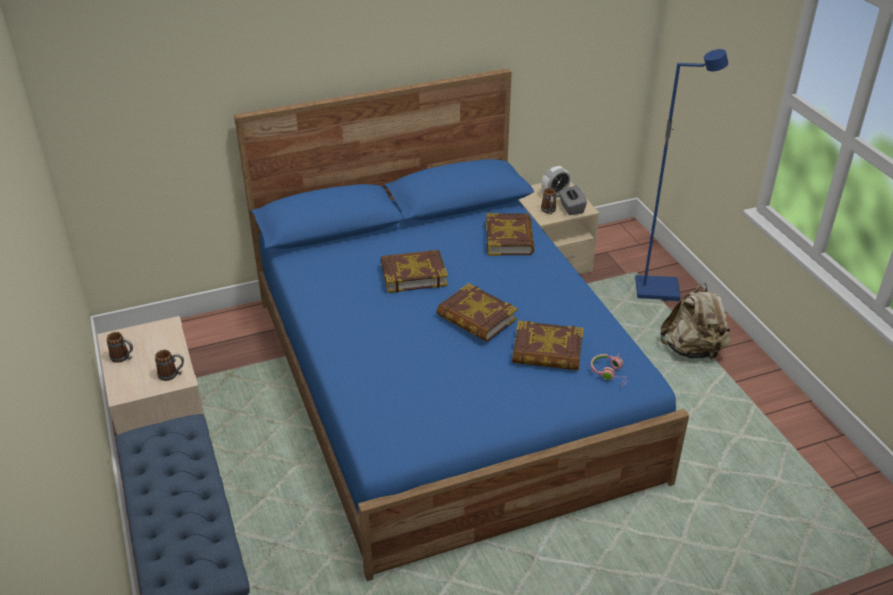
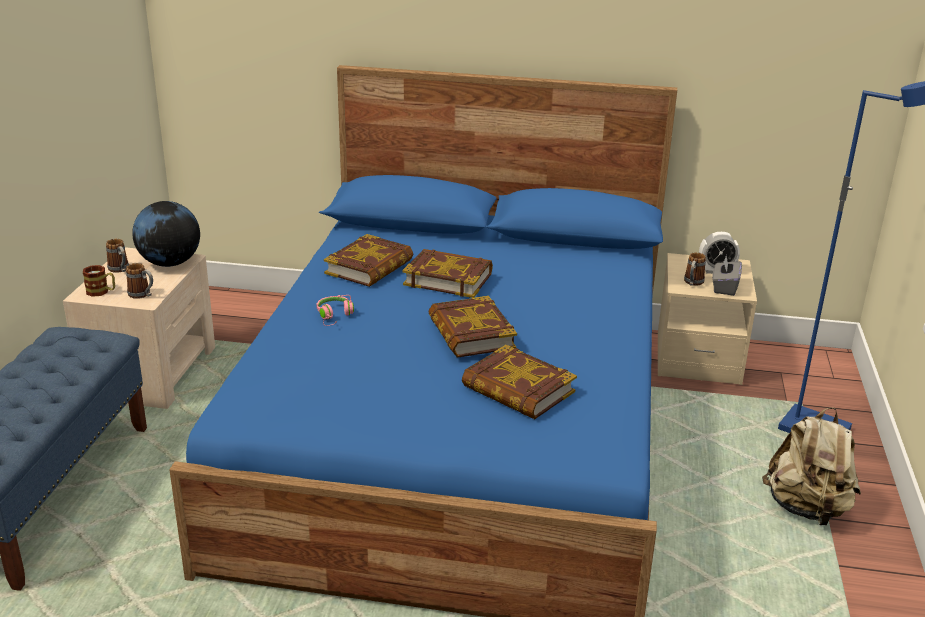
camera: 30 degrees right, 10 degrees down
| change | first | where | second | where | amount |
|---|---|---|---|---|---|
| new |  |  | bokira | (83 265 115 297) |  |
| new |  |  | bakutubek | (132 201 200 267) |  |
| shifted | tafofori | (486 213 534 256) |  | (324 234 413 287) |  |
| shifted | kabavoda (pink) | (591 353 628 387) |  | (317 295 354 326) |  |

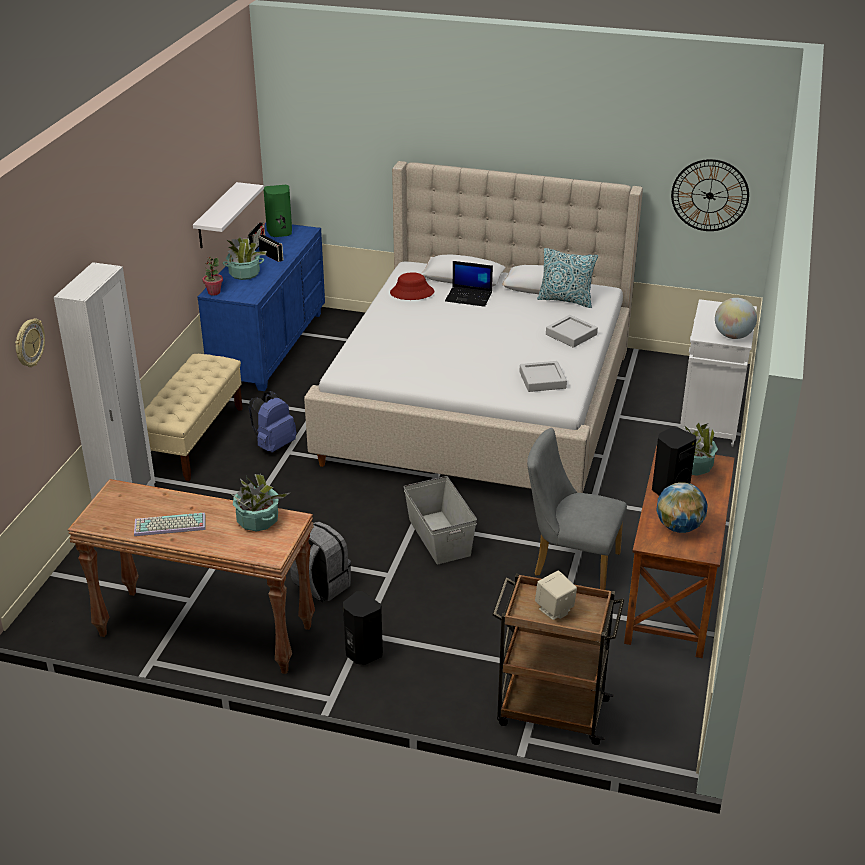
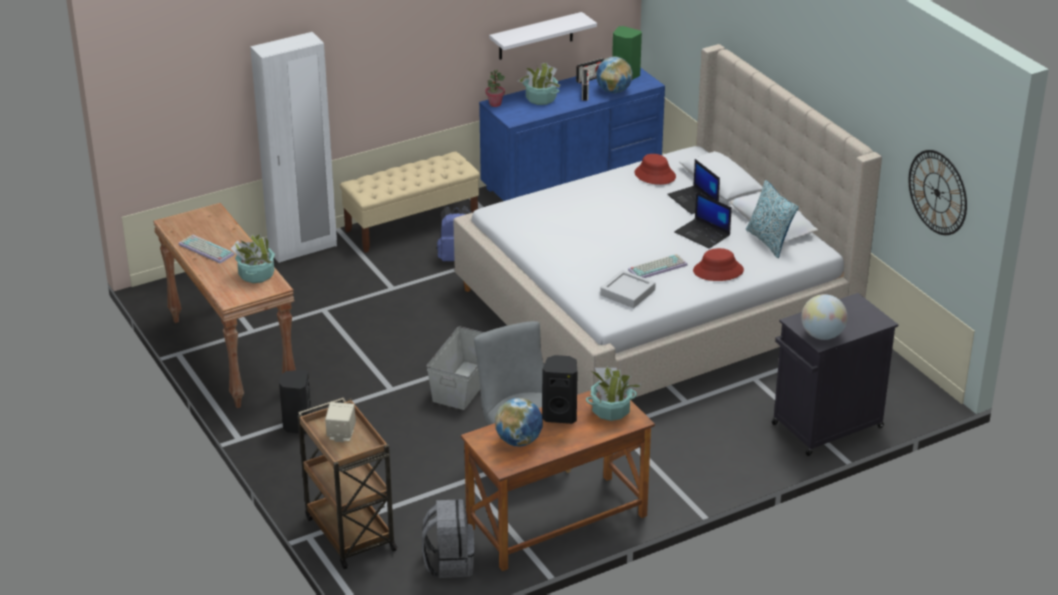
camera: 45 degrees right, 0 degrees up
| change | first | where | second | where | amount |
|---|---|---|---|---|---|
| gone | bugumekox | (15 318 45 367) |  |  |  |
| new |  |  | bakutubek | (596 56 633 93) |  |
| new |  |  | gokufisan | (628 254 688 278) |  |
| new |  |  | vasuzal | (674 192 732 248) |  |
| shifted | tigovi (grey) | (290 522 351 602) |  | (422 499 475 578) |  |
| swapped | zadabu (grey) | (546 315 598 348) | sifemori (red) | (693 248 744 281) |  |
| repainted | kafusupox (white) | (680 299 757 447) | kafusupox (black) | (772 293 898 456) |  |

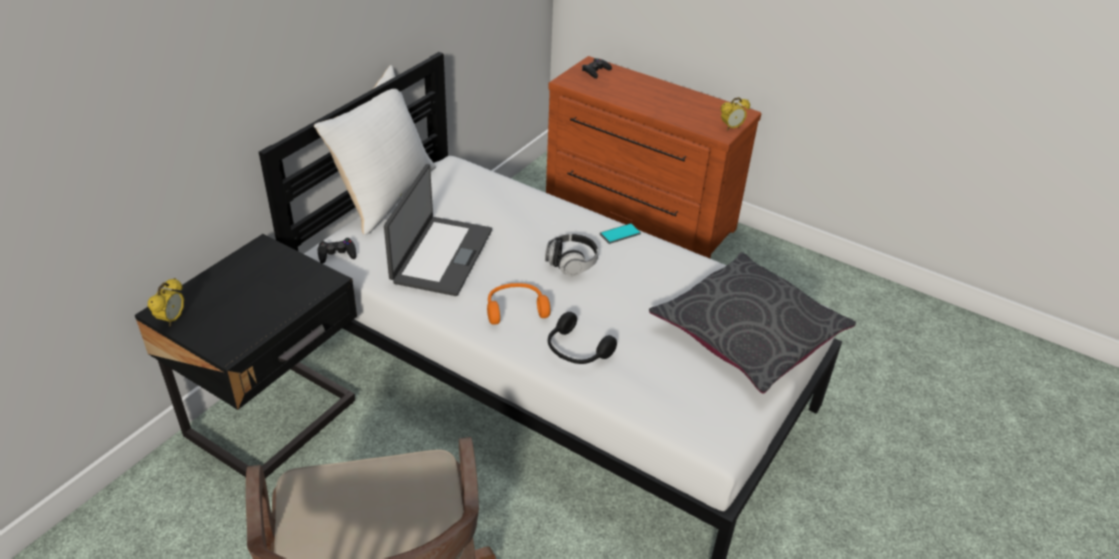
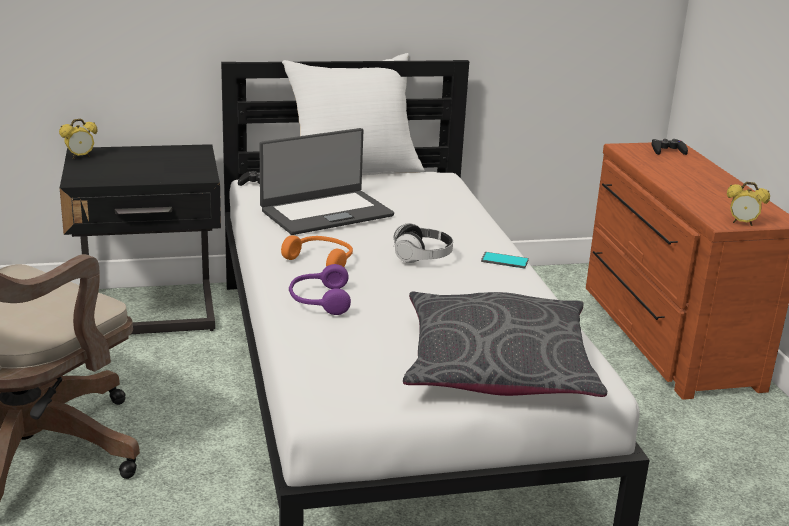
camera: 45 degrees right, 15 degrees down
| change | first | where | second | where | amount |
|---|---|---|---|---|---|
| repainted | kabavoda (black) | (548 312 617 364) | kabavoda (purple) | (289 264 351 315) |  |

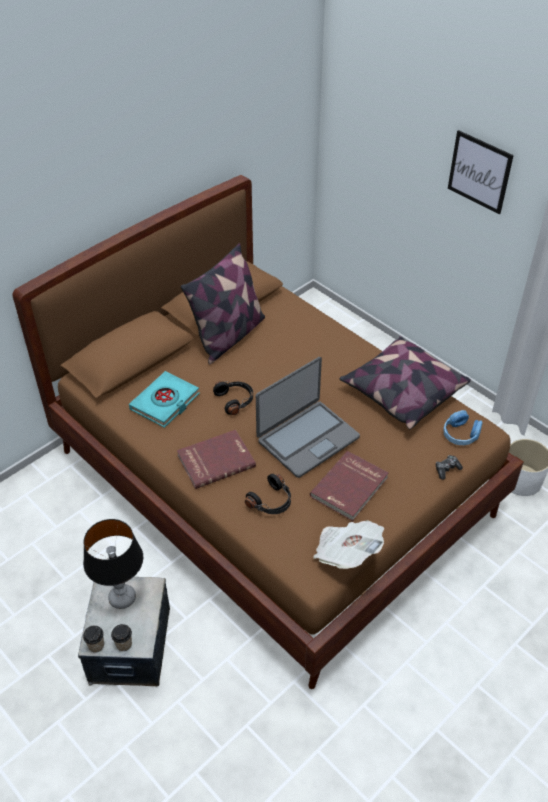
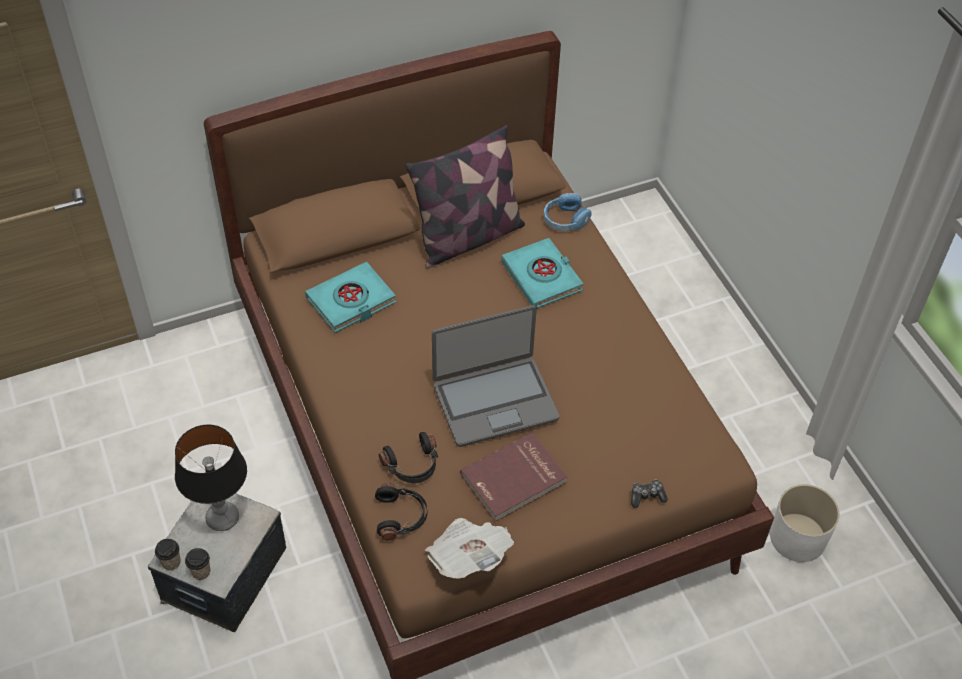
camera: 20 degrees right, 5 degrees up
| change | first | where | second | where | amount |
|---|---|---|---|---|---|
| gone | tafofori (red) | (177 430 256 489) |  |  |  |
| gone | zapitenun | (340 336 471 429) |  |  |  |
| gone | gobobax | (448 130 514 214) |  |  |  |
| new |  |  | tafofori (turquoise) | (501 238 583 308) |  |
| shifted | kabavoda (black) | (213 381 253 415) |  | (375 483 428 541) |  |
| shifted | kabavoda (blue) | (443 410 483 445) |  | (544 193 592 231) |  |

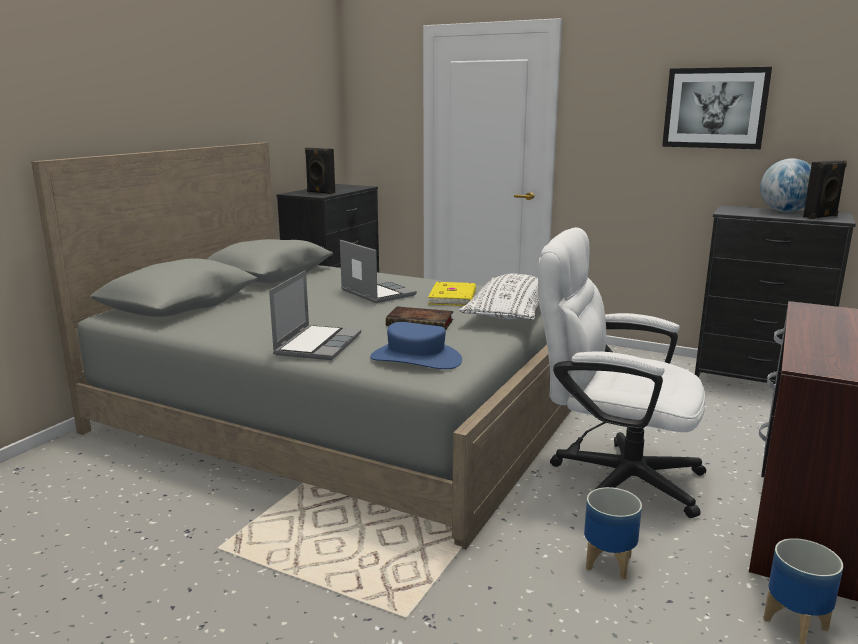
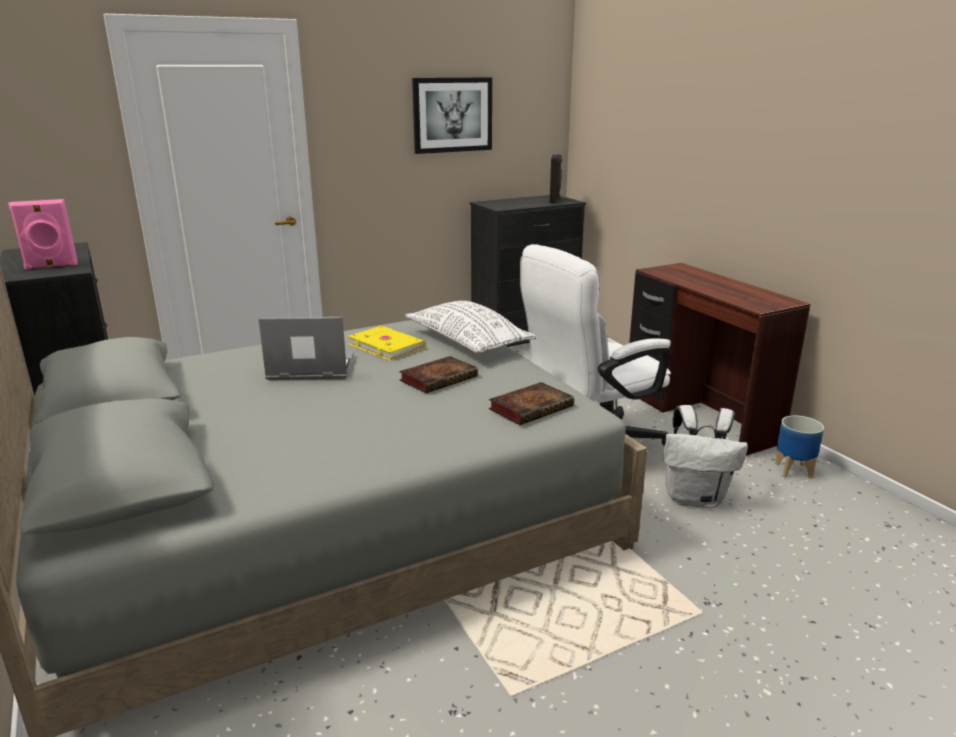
camera: 55 degrees left, 5 degrees up
| change | first | where | second | where | amount |
|---|---|---|---|---|---|
| gone | vasuzal | (269 270 361 360) |  |  |  |
| gone | bakutubek | (760 158 811 212) |  |  |  |
| swapped | sifemori (blue) | (370 322 462 369) | tafofori | (489 382 574 425) |  |
| swapped | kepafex | (584 487 642 579) | tigovi (white) | (663 405 748 508) |  |
| repainted | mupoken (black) | (305 148 335 194) | mupoken (pink) | (8 199 78 270) |  |

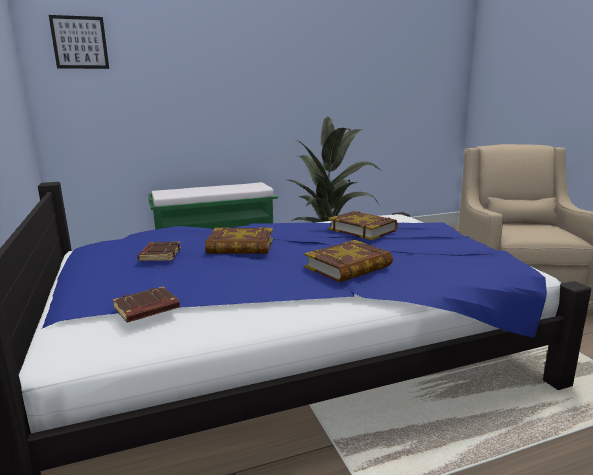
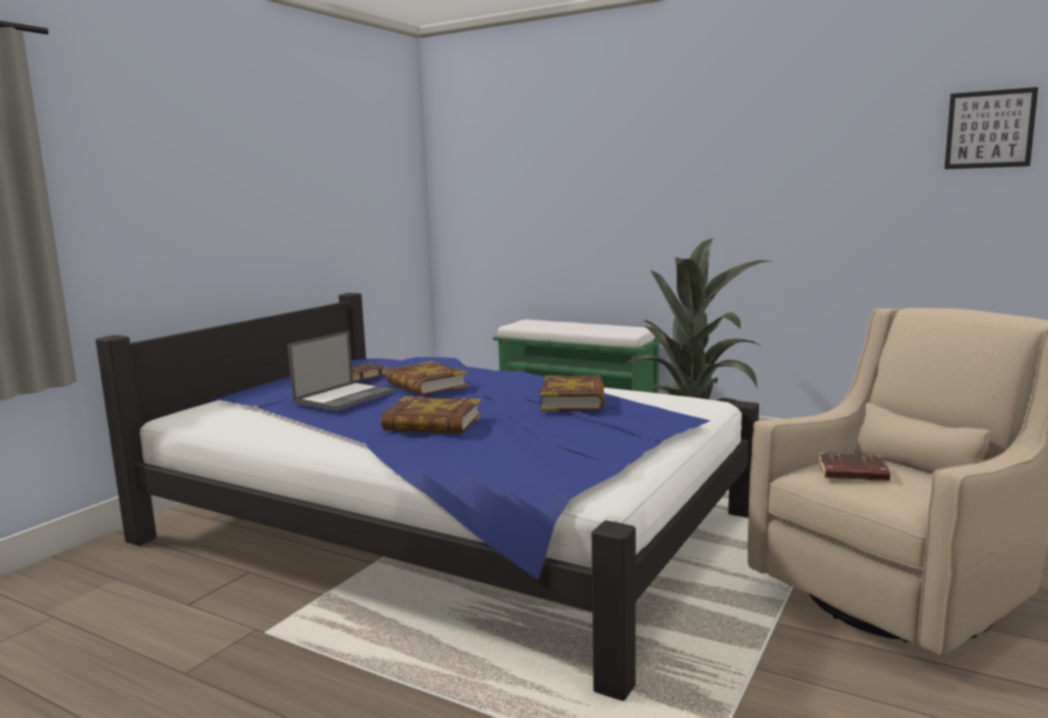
camera: 50 degrees right, 5 degrees down
| change | first | where | second | where | amount |
|---|---|---|---|---|---|
| new |  |  | vasuzal | (288 331 395 411) |  |
| shifted | gobobax | (49 15 109 69) |  | (945 87 1038 169) |  |
| shifted | tafofori (brown) | (113 287 180 322) |  | (818 452 890 481) |  |

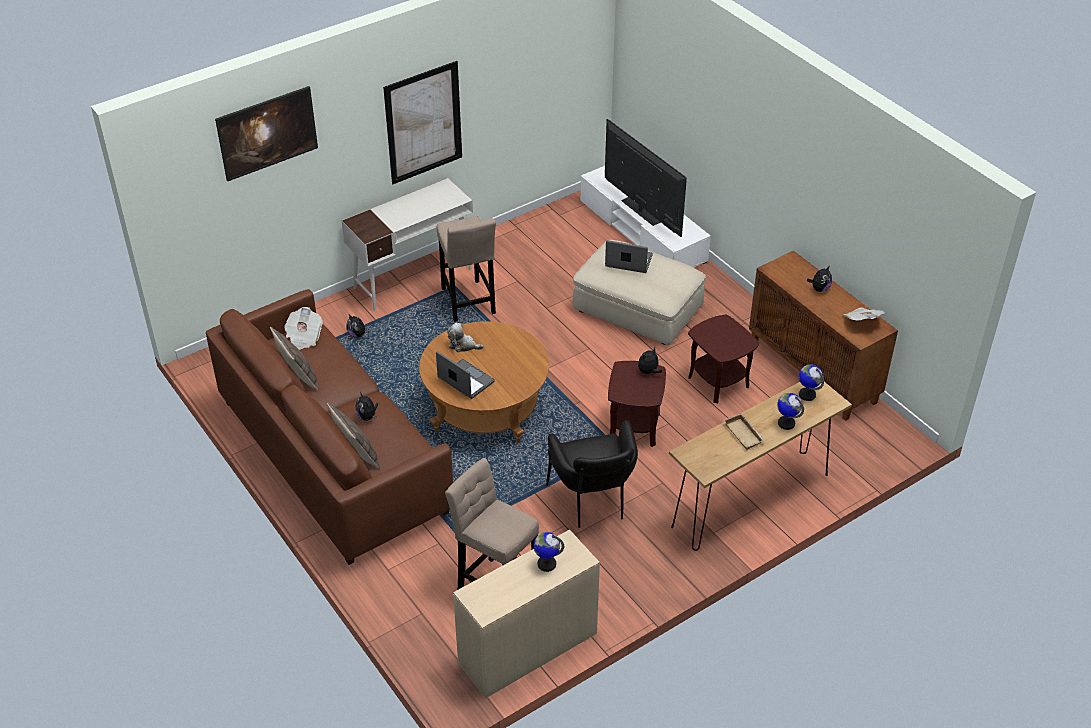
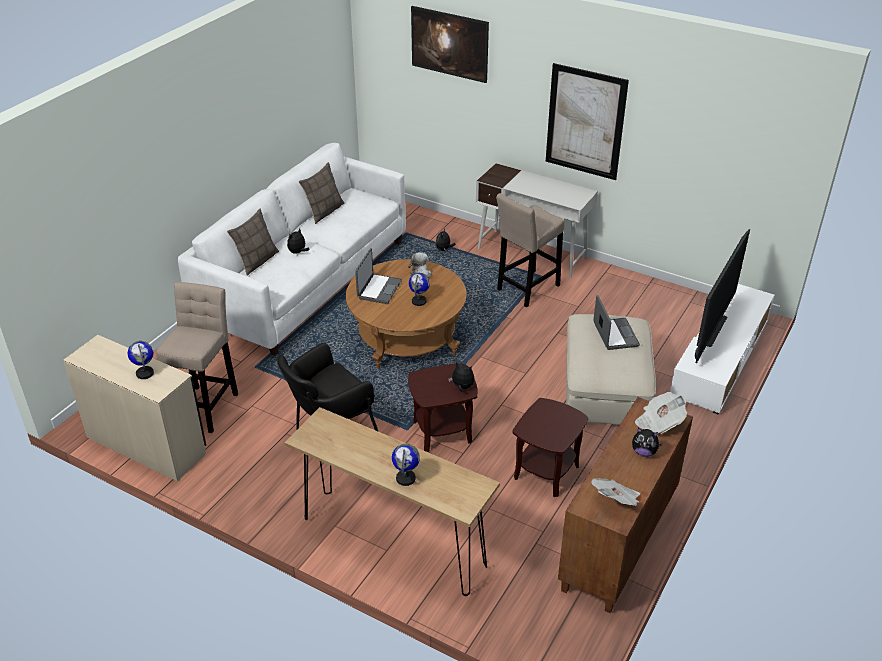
camera: 65 degrees right, 5 degrees down
| change | first | where | second | where | amount |
|---|---|---|---|---|---|
| gone | zadabu (beige) | (724 413 765 450) |  |  |  |
| shifted | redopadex | (284 307 323 350) |  | (635 392 687 434) |  |
| shifted | bakutubek | (799 364 824 401) |  | (409 273 430 306) |  |
| repainted | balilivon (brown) | (206 289 454 565) | balilivon (white) | (178 143 406 356) |  |

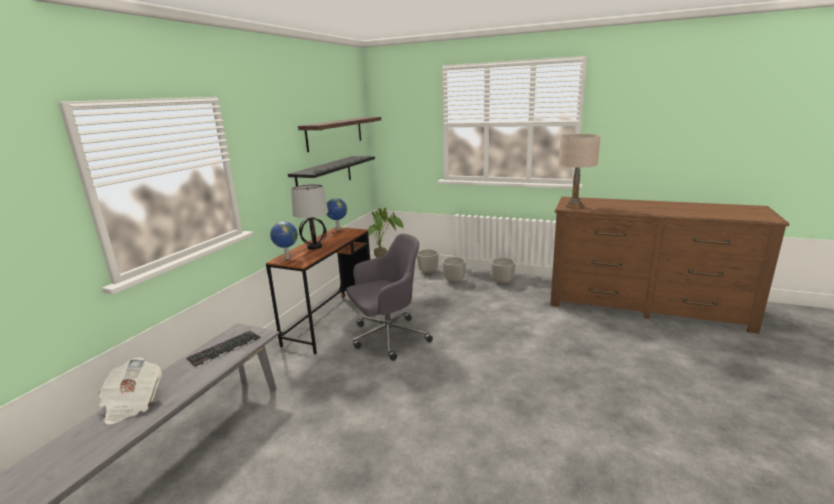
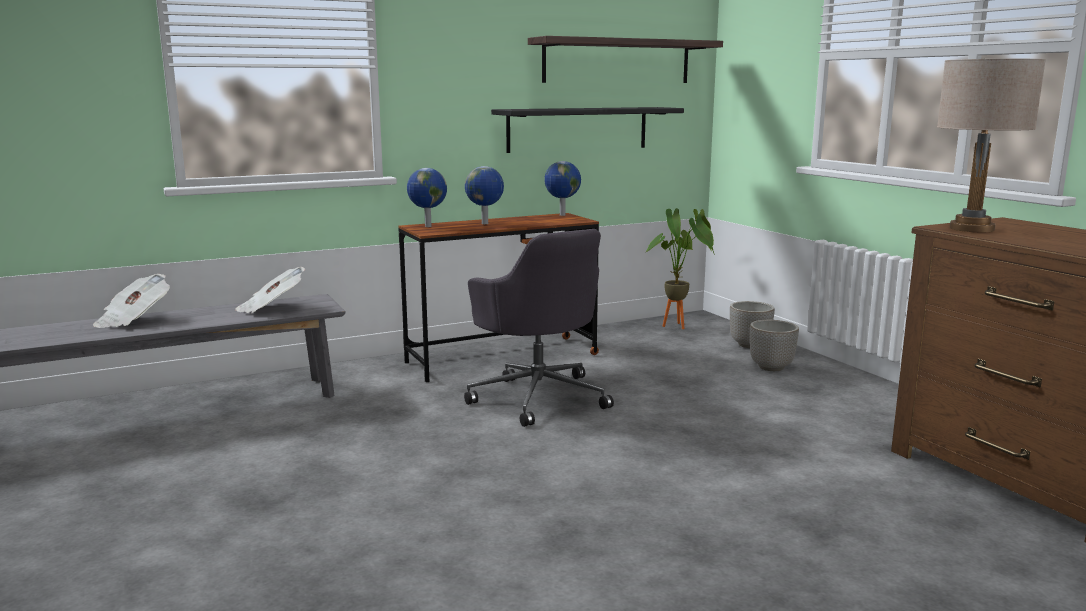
camera: 40 degrees right, 5 degrees down
| change | first | where | second | where | amount |
|---|---|---|---|---|---|
| gone | kepafex | (491 258 515 285) |  |  |  |
| swapped | gokufisan | (186 331 261 367) | redopadex | (235 267 305 313) |  |
| swapped | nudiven | (291 184 328 250) | bakutubek | (465 166 504 224) |  |
| rotated | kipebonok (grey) | (347 234 433 361) |  | (464 229 614 427) | 45 degrees clockwise |

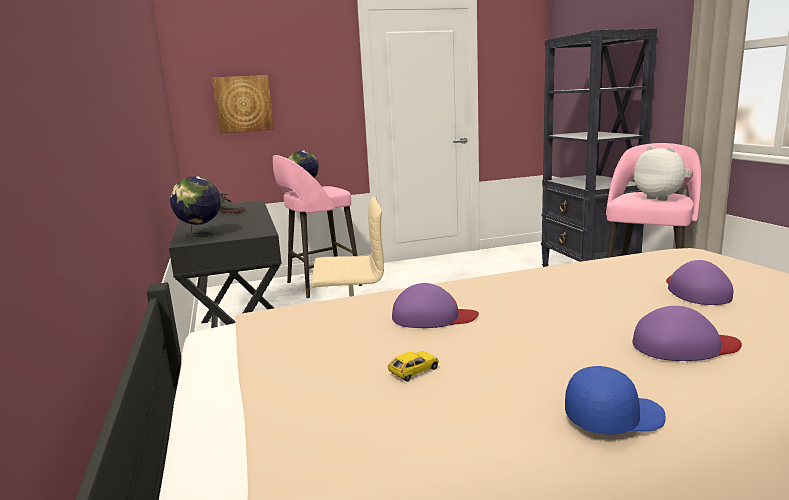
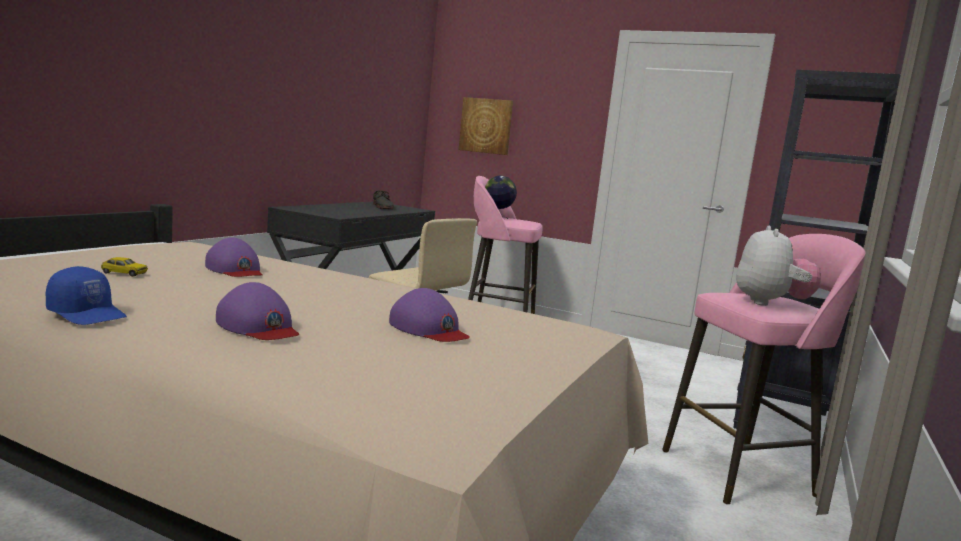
camera: 40 degrees right, 5 degrees down
| change | first | where | second | where | amount |
|---|---|---|---|---|---|
| gone | bakutubek | (170 177 221 239) |  |  |  |
| rotated | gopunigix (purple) | (666 260 733 305) |  | (389 288 470 342) | 90 degrees clockwise |

